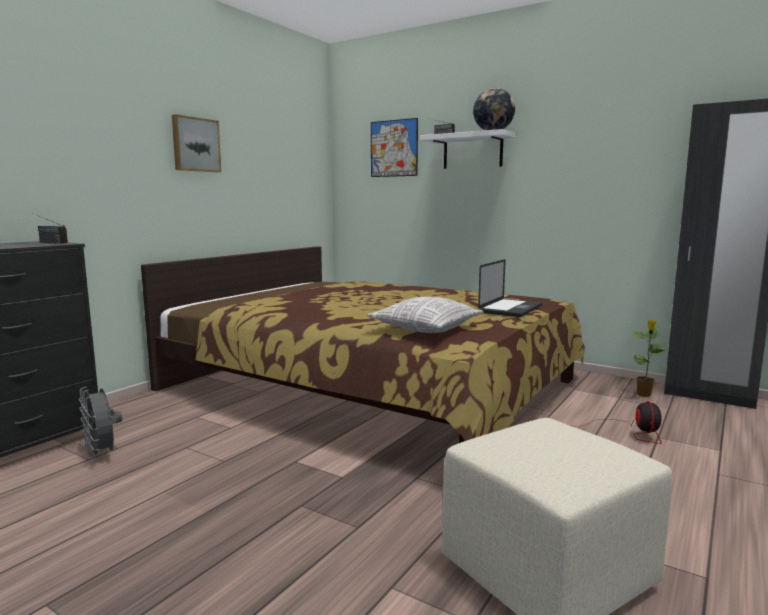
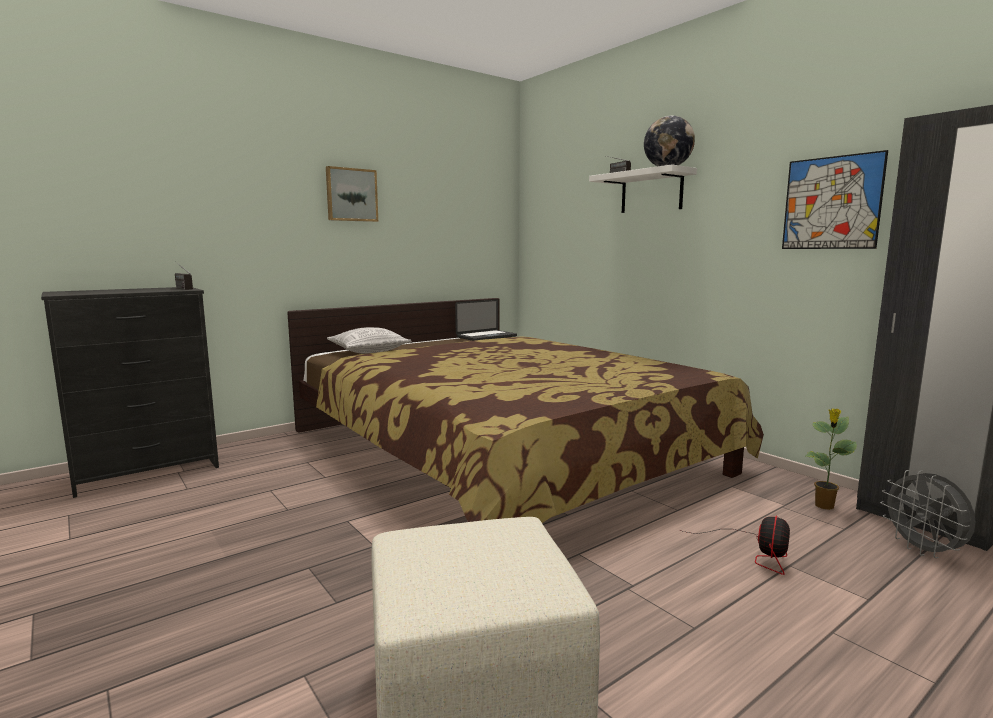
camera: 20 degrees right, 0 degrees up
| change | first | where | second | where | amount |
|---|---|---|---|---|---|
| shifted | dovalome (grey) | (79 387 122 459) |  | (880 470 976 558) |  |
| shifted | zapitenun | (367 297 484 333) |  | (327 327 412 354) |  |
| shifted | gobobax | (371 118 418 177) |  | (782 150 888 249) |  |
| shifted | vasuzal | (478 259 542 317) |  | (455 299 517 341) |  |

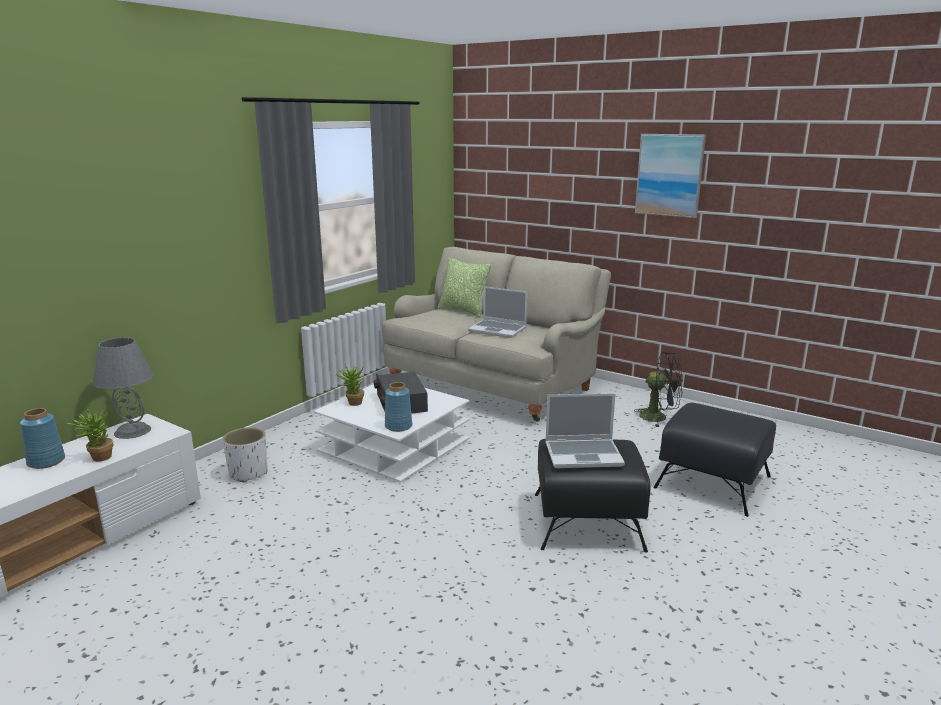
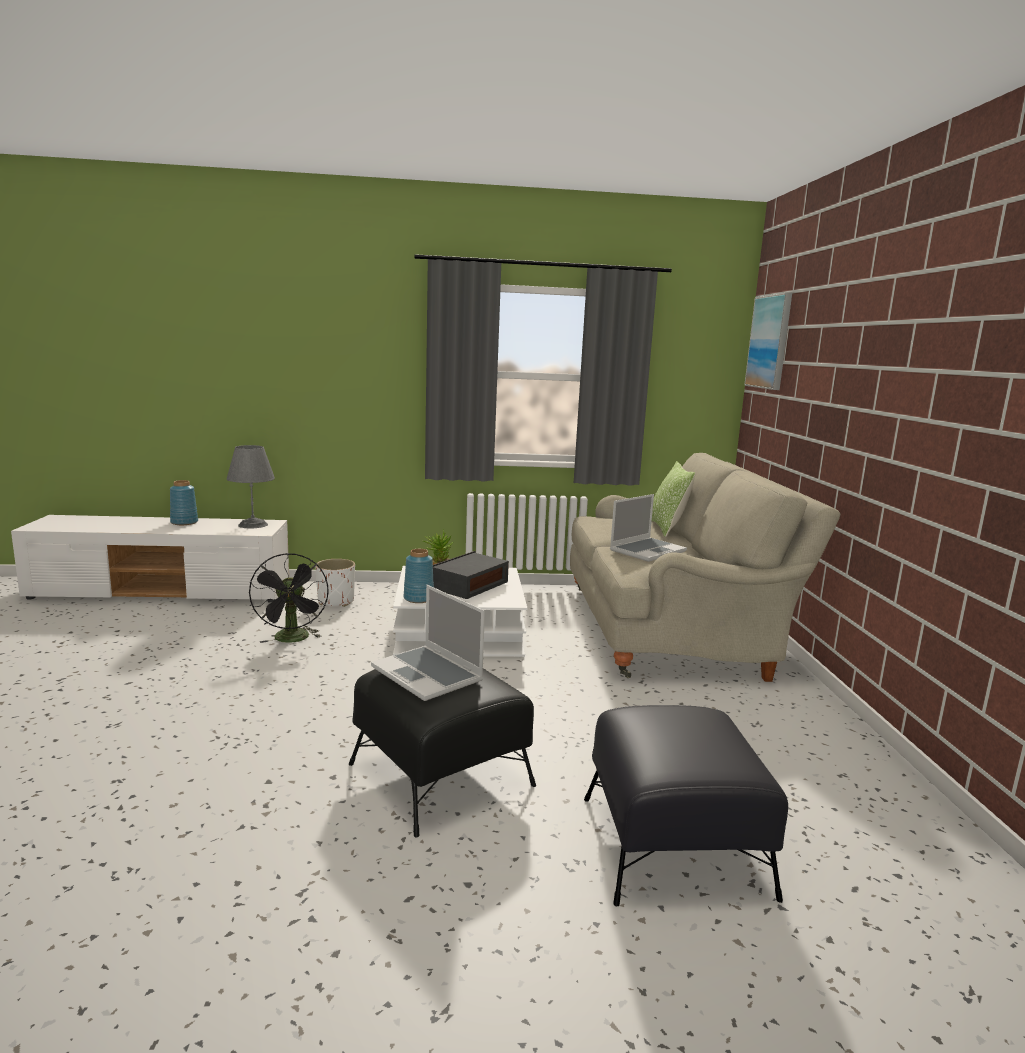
camera: 50 degrees right, 5 degrees down
| change | first | where | second | where | amount |
|---|---|---|---|---|---|
| gone | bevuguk | (66 407 113 462) |  |  |  |
| shifted | gobobax | (635 134 706 218) |  | (744 293 792 390) |  |
| shifted | dovalome (black) | (635 351 683 427) |  | (249 553 329 643) |  |
| rotated | vasuzal | (468 286 527 338) |  | (610 494 687 562) | 120 degrees counterclockwise |

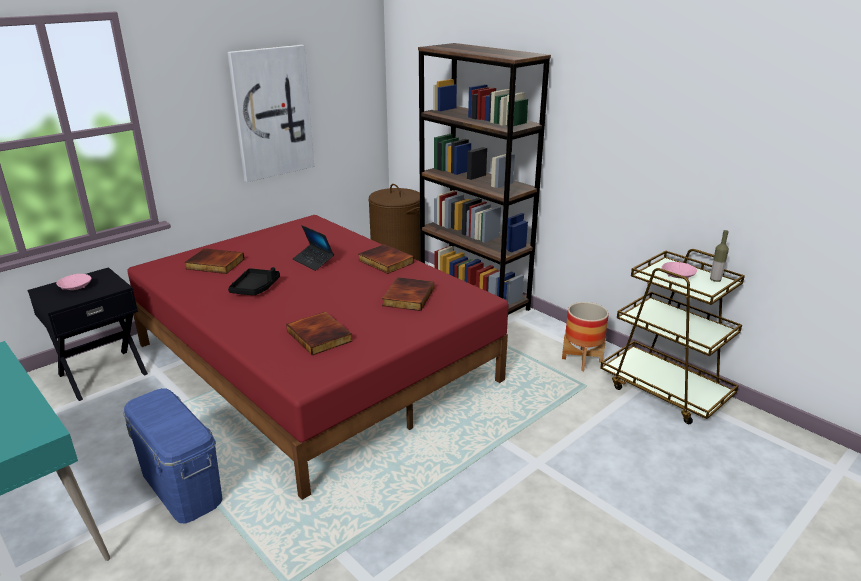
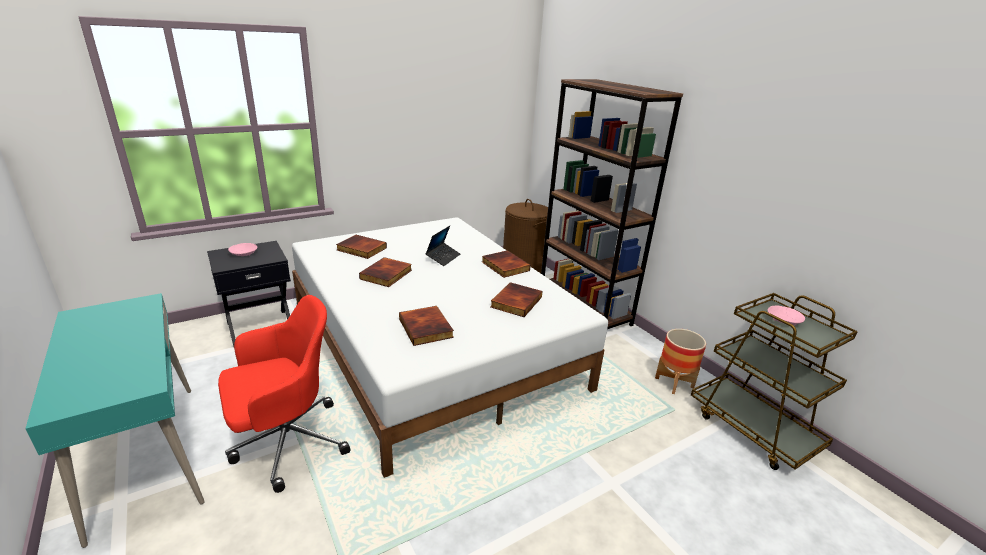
camera: 10 degrees right, 0 degrees up
| change | first | where | second | where | amount |
|---|---|---|---|---|---|
| gone | gobobax | (227 45 314 182) |  |  |  |
| gone | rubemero | (710 230 729 282) |  |  |  |
| swapped | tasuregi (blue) | (123 388 222 523) | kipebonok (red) | (218 295 351 493) |  |
| swapped | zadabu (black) | (228 267 280 295) | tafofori | (359 257 412 287) |  |
| repainted | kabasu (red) | (127 215 509 500) | kabasu (white) | (292 217 608 478) |  |
| rotated | vasuzal | (293 225 334 271) |  | (425 226 460 266) | 120 degrees counterclockwise |

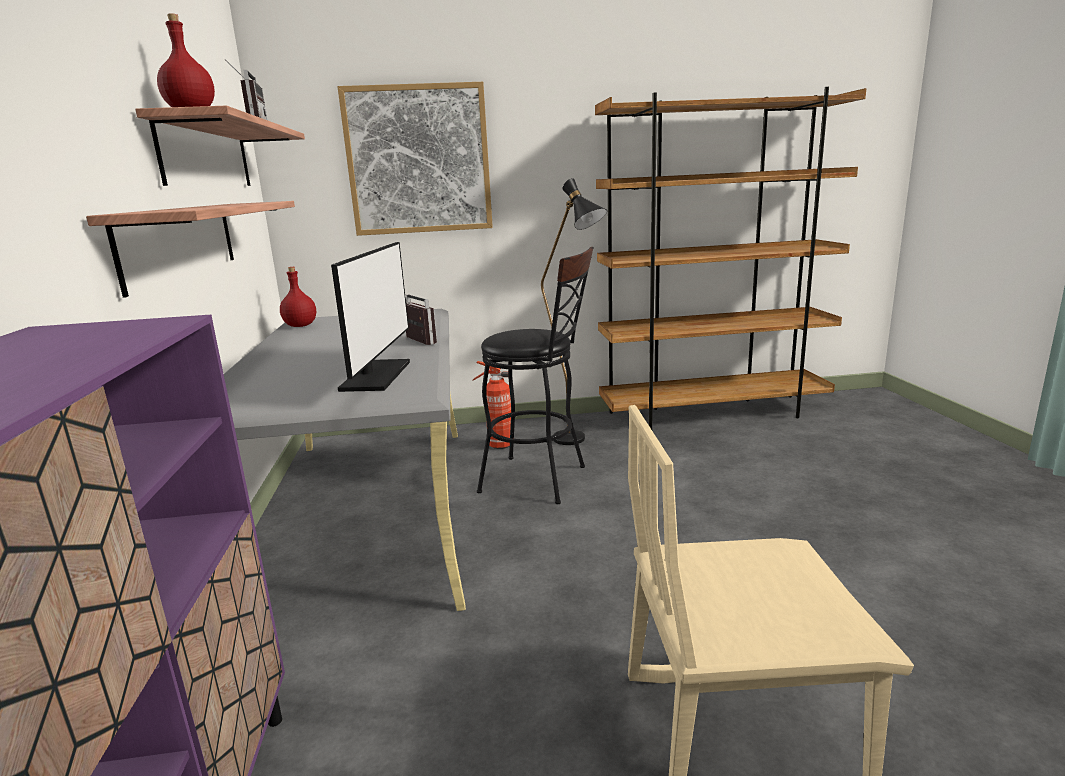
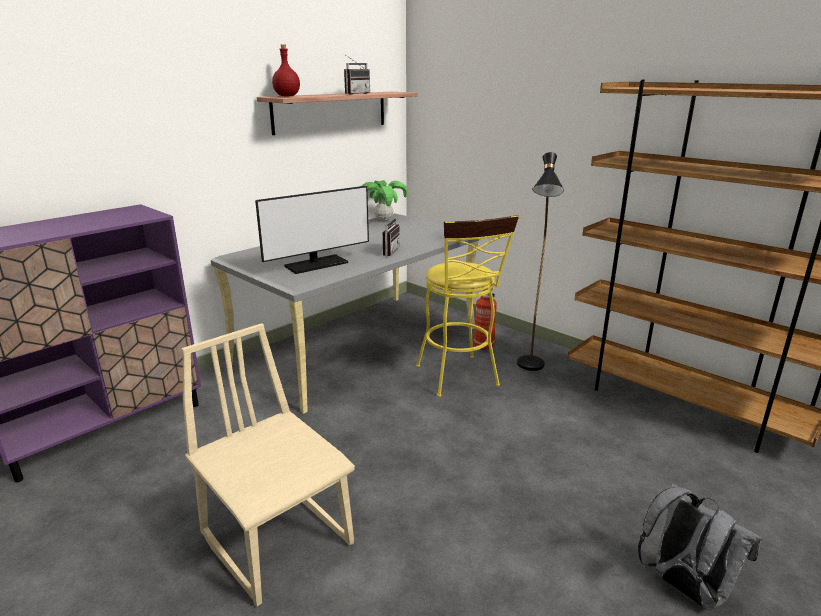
camera: 50 degrees right, 5 degrees up
| change | first | where | second | where | amount |
|---|---|---|---|---|---|
| gone | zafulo | (86 201 295 298) |  |  |  |
| gone | gobobax | (337 82 493 236) |  |  |  |
| new |  |  | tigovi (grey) | (638 483 762 610) |  |
| swapped | rubemero (red) | (280 267 316 327) | bevuguk | (362 180 408 221) |  |
| repainted | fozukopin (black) | (477 247 593 504) | fozukopin (yellow) | (416 215 519 397) |  |

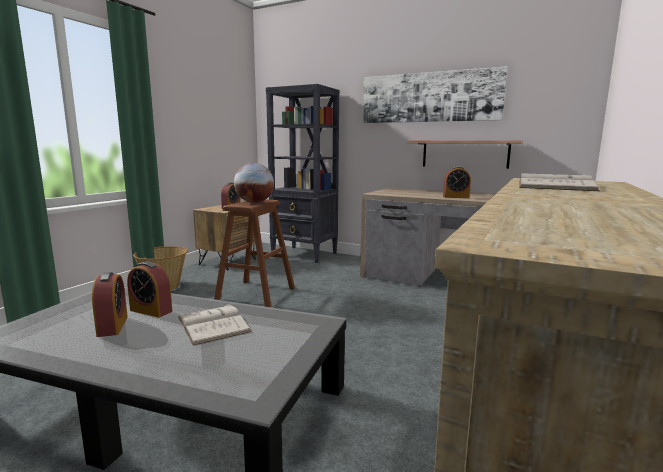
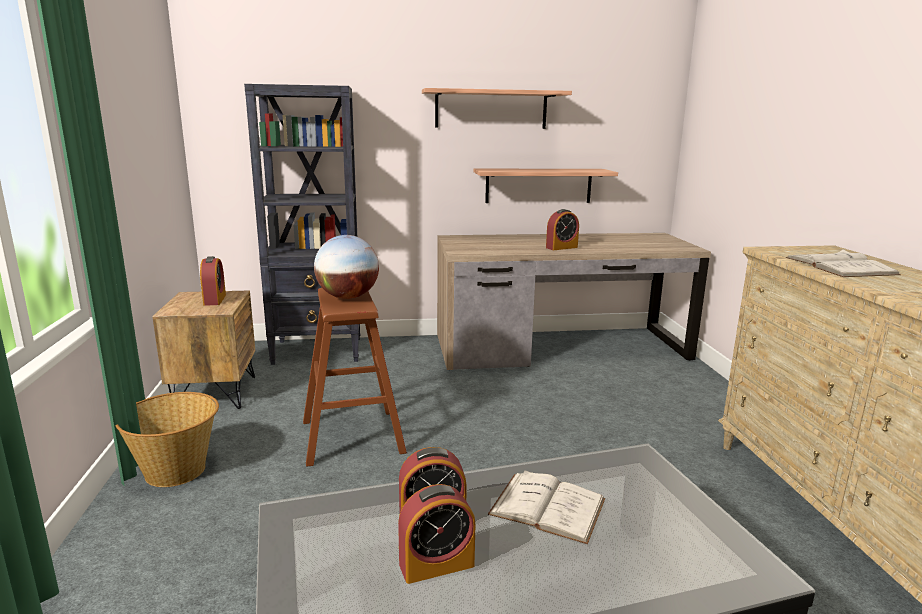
camera: 35 degrees left, 5 degrees up
| change | first | where | second | where | amount |
|---|---|---|---|---|---|
| swapped | gobobax | (363 66 508 123) | zafulo | (422 88 572 129) |  |
| rotated | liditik | (92 272 128 337) |  | (398 484 476 584) | 120 degrees clockwise |

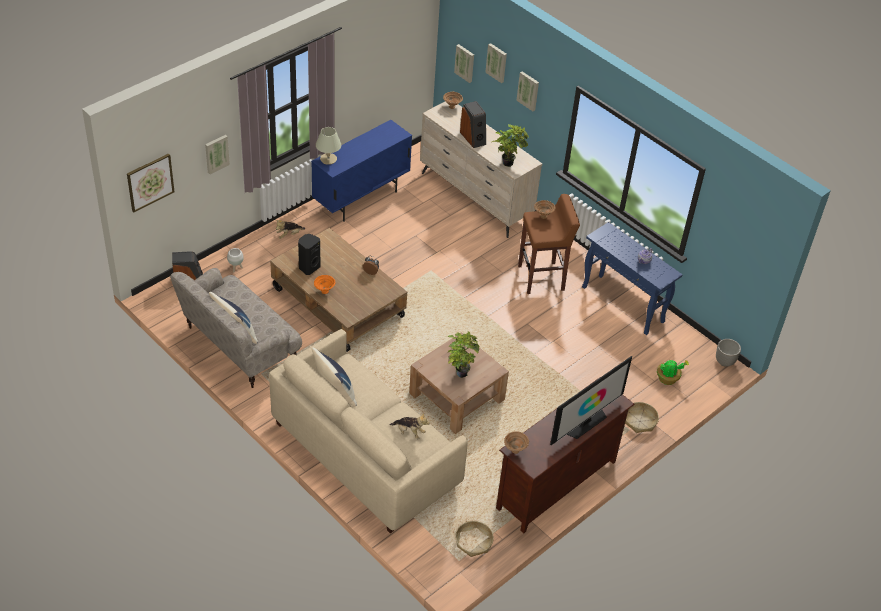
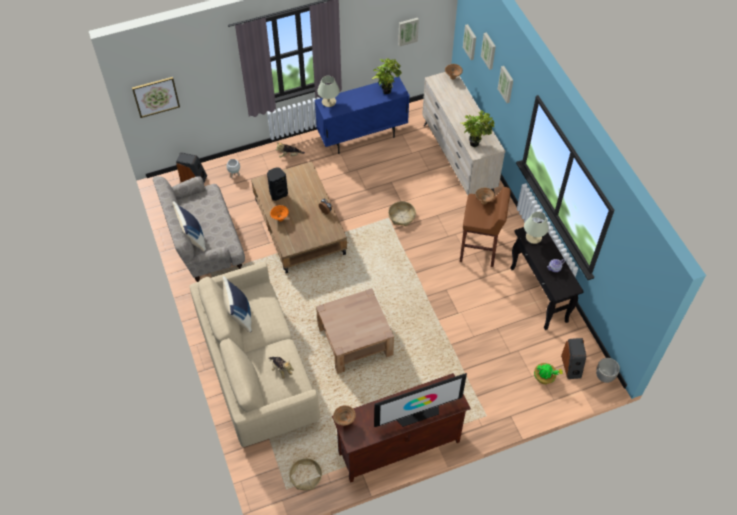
camera: 25 degrees right, 10 degrees up
| change | first | where | second | where | amount |
|---|---|---|---|---|---|
| new |  |  | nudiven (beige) | (524 212 549 244) |  |
| shifted | gobobax | (205 135 230 174) |  | (398 18 419 47) |  |
| shifted | bevuguk | (447 331 479 378) |  | (372 58 402 94) |  |
| shifted | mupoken | (460 101 486 148) |  | (561 338 586 379) |  |
| shifted | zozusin | (625 402 659 433) |  | (388 201 416 226) |  |
| repainted | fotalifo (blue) | (582 222 683 335) | fotalifo (black) | (510 222 584 330) |  |

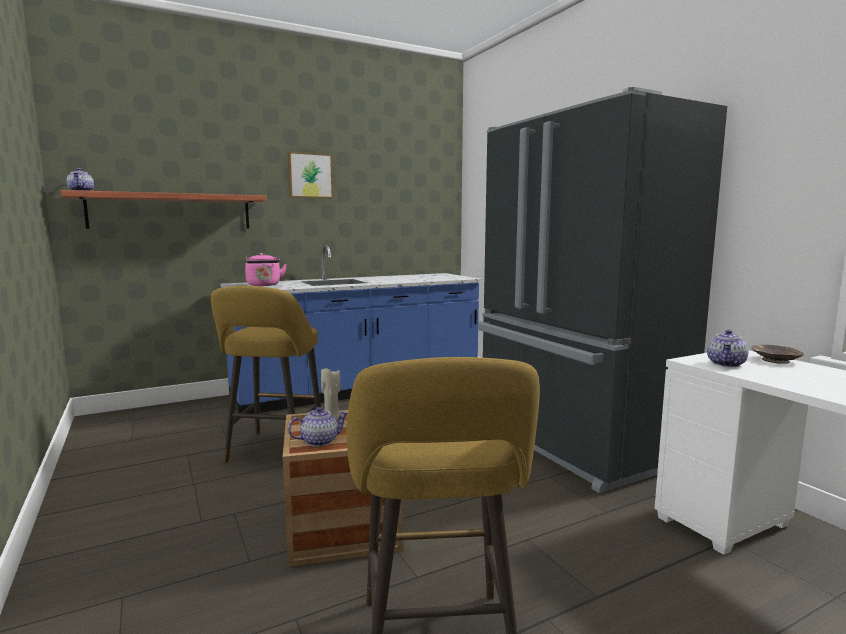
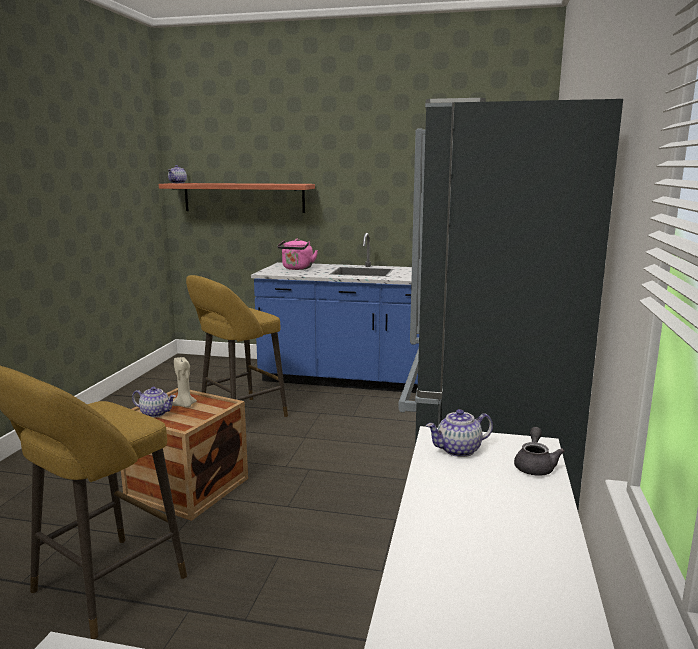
camera: 40 degrees right, 5 degrees up
| change | first | where | second | where | amount |
|---|---|---|---|---|---|
| gone | gobobax | (288 152 333 198) |  |  |  |
| swapped | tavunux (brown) | (751 345 804 364) | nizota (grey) | (514 427 565 476) |  |

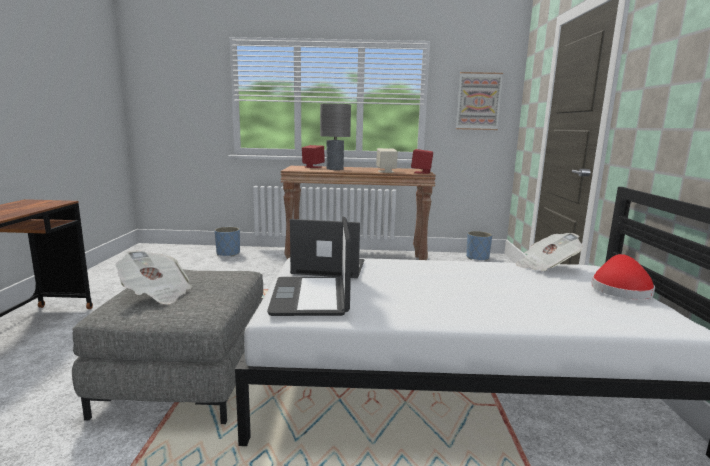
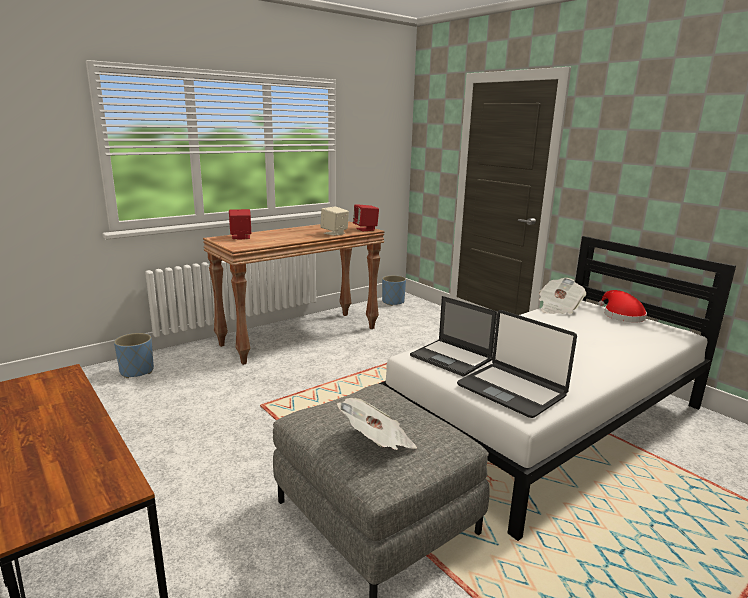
camera: 40 degrees left, 5 degrees up
| change | first | where | second | where | amount |
|---|---|---|---|---|---|
| gone | nudiven (grey) | (320 103 351 170) |  |  |  |
| gone | gobobax | (456 72 503 130) |  |  |  |
| rotated | vasuzal | (290 219 365 278) |  | (410 296 497 377) | 105 degrees counterclockwise |

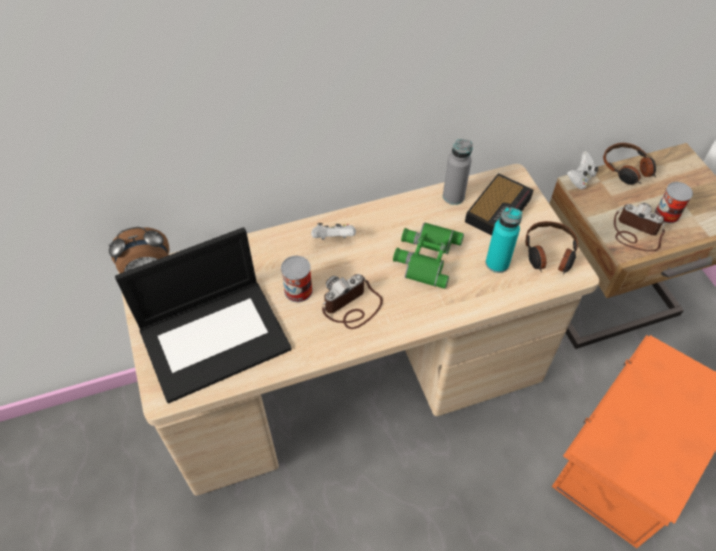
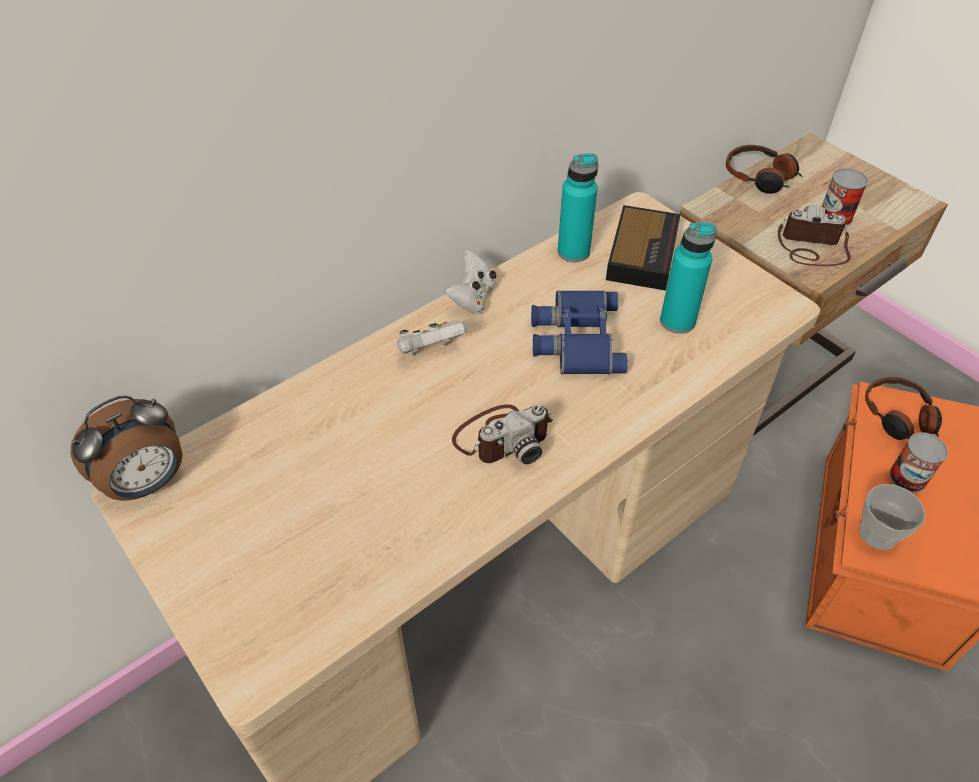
camera: 20 degrees left, 5 degrees down
| change | first | where | second | where | amount |
|---|---|---|---|---|---|
| gone | vasuzal | (115 227 292 403) |  |  |  |
| new |  |  | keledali | (859 484 926 550) |  |
| shifted | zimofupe | (281 256 313 302) |  | (890 432 948 492) |  |
| shifted | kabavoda | (526 221 578 275) |  | (865 377 942 440) |  |
| shifted | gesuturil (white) | (567 151 599 190) |  | (445 250 496 314) |  |
| repainted | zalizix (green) | (393 222 464 289) | zalizix (blue) | (531 290 628 374) |  |
| repainted | rubemero (grey) | (443 139 473 205) | rubemero (turquoise) | (558 153 598 262) |  |
| rotated | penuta | (322 274 383 329) |  | (452 404 553 464) | 150 degrees counterclockwise |

